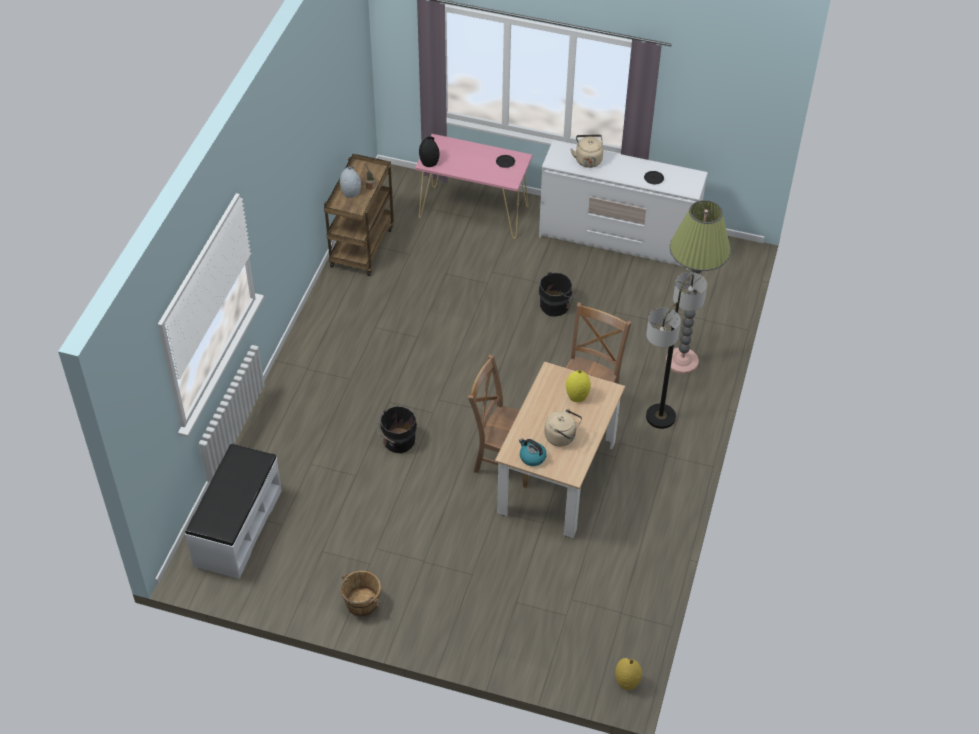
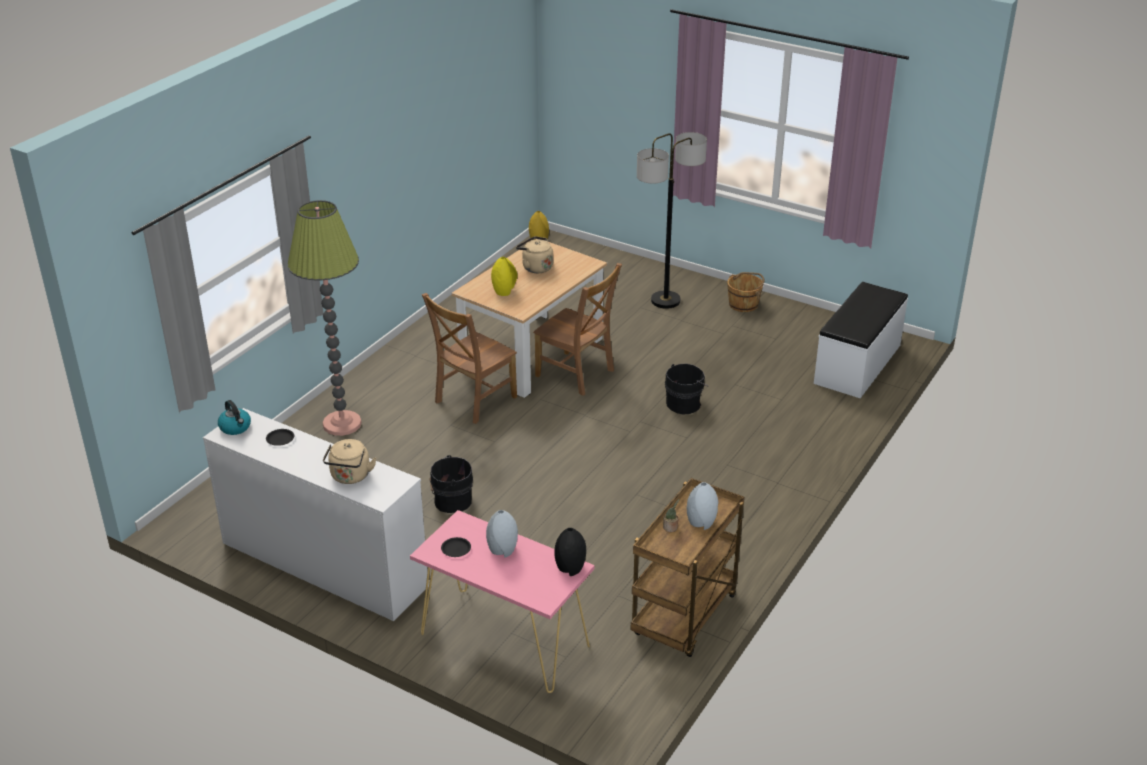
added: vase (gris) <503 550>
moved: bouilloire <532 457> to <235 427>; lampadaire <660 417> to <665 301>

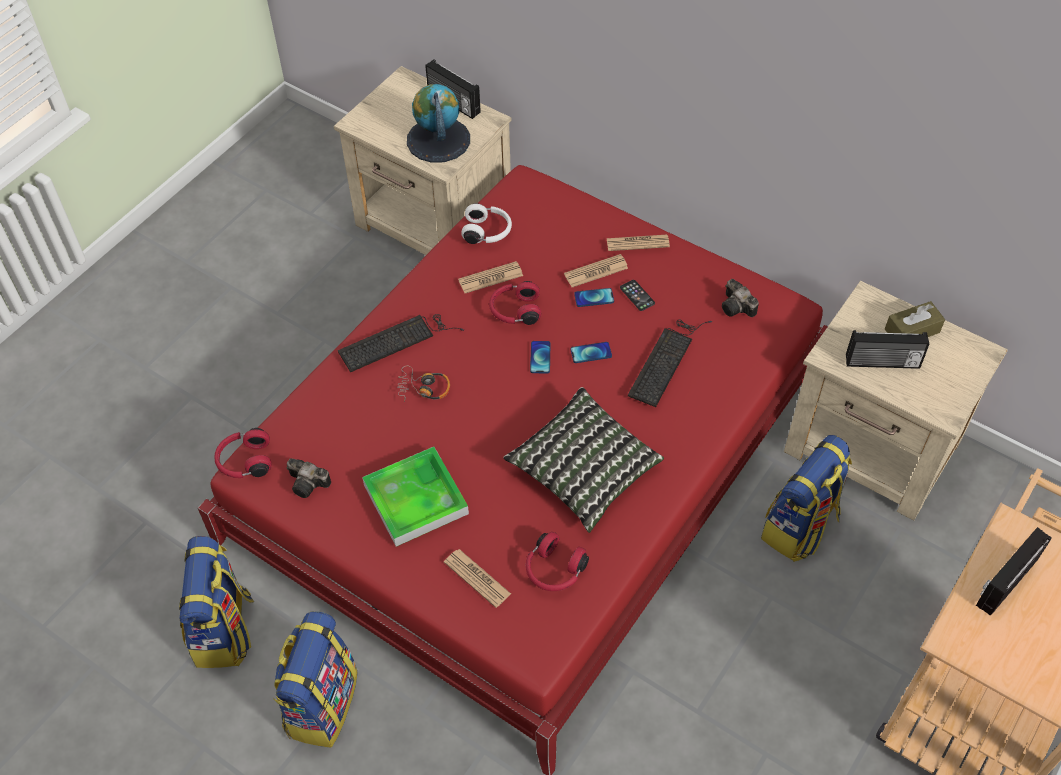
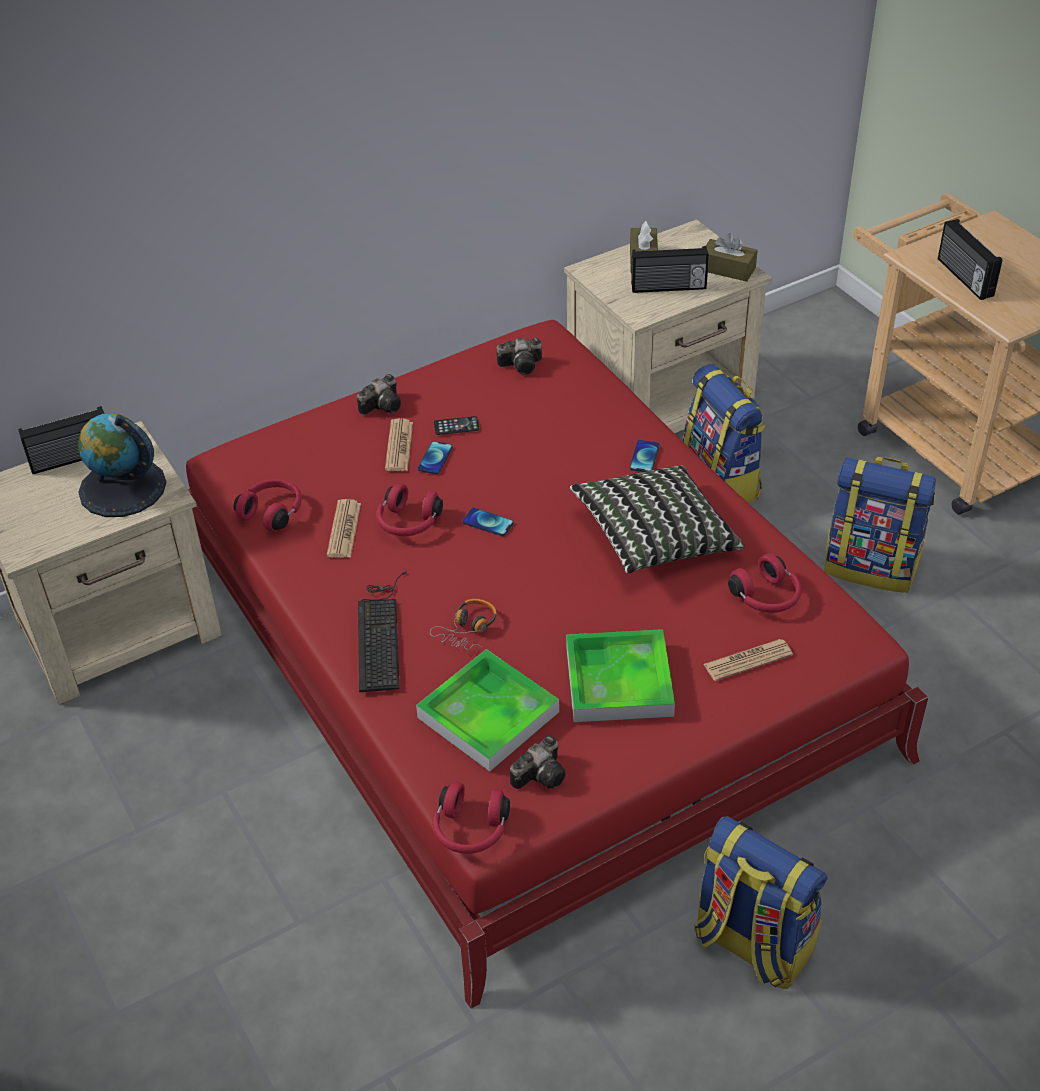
removed: clavier <666 359>
added: plateau <488 715>; boîte à mouchoirs (marron) <727 269>
moved: téléphone <591 353> to <644 457>; sac à dos <224 630> to <871 566>
replaced: journal <637 243> to appareil photo <383 405>
recoloured: casque audio (blanc) <487 232> to casque audio (rouge) <273 512>
turned: radio <882 363> = <668 287> 60 degrees clockwise

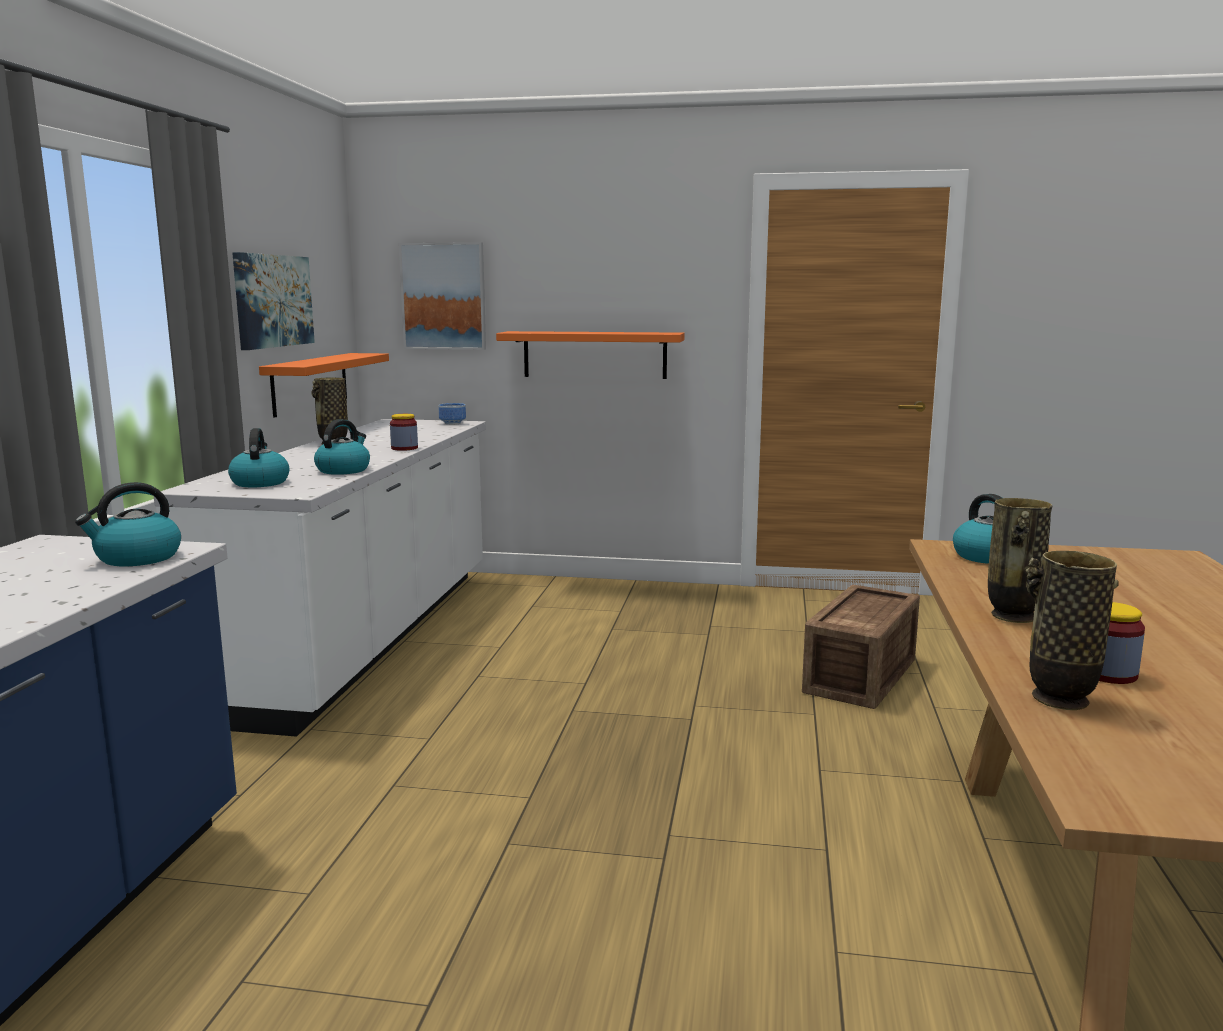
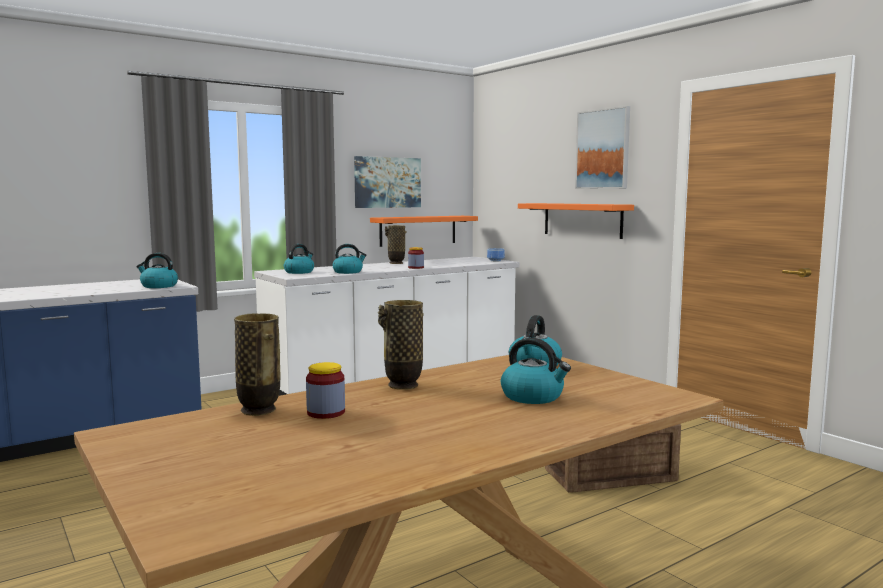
added: bouilloire <533 397>
moved: tableau <444 296> to <603 149>

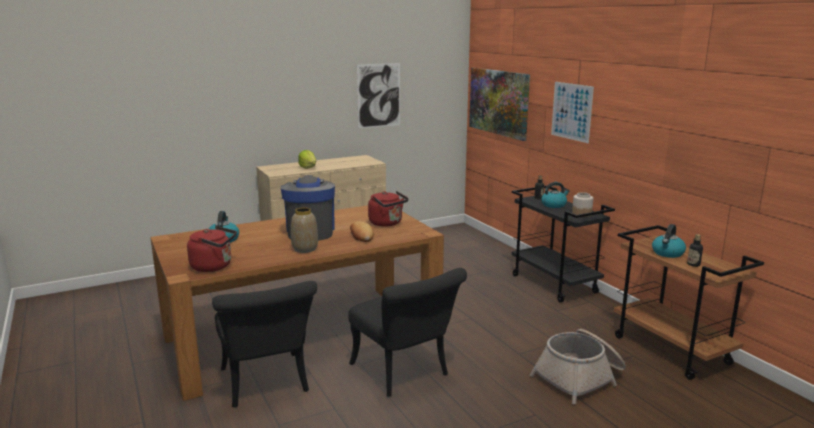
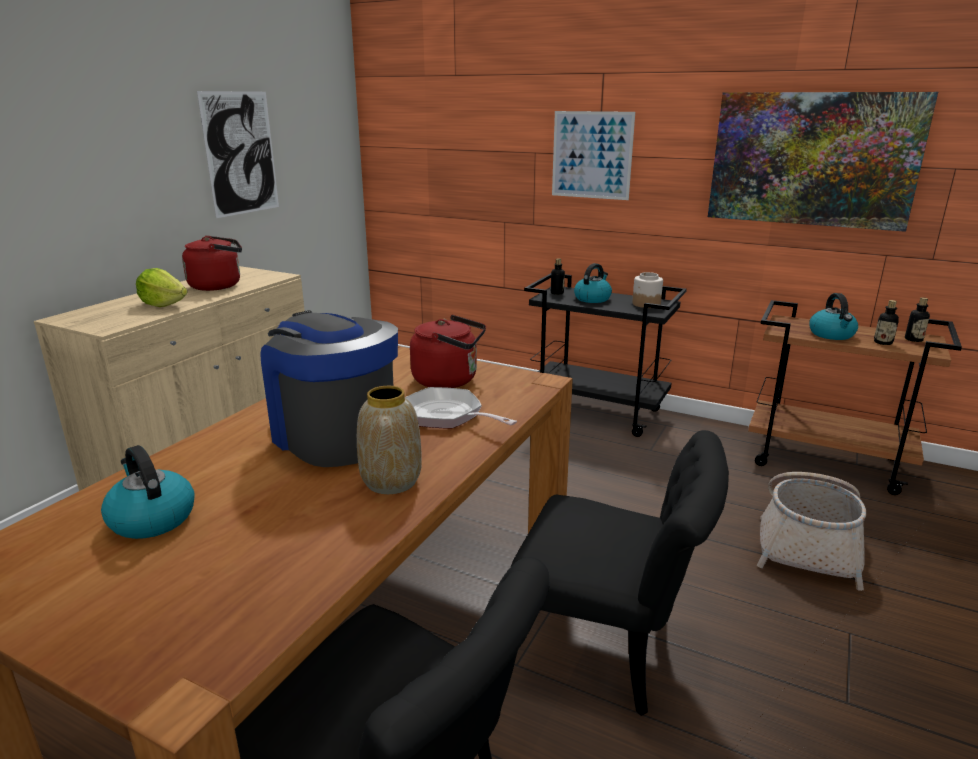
added: bouteille <913 339>
moved: bouilloire (rouge) <214 266> to <219 286>; tableau <498 102> to <812 159>
replaced: pain <361 235> to poêle <447 416>

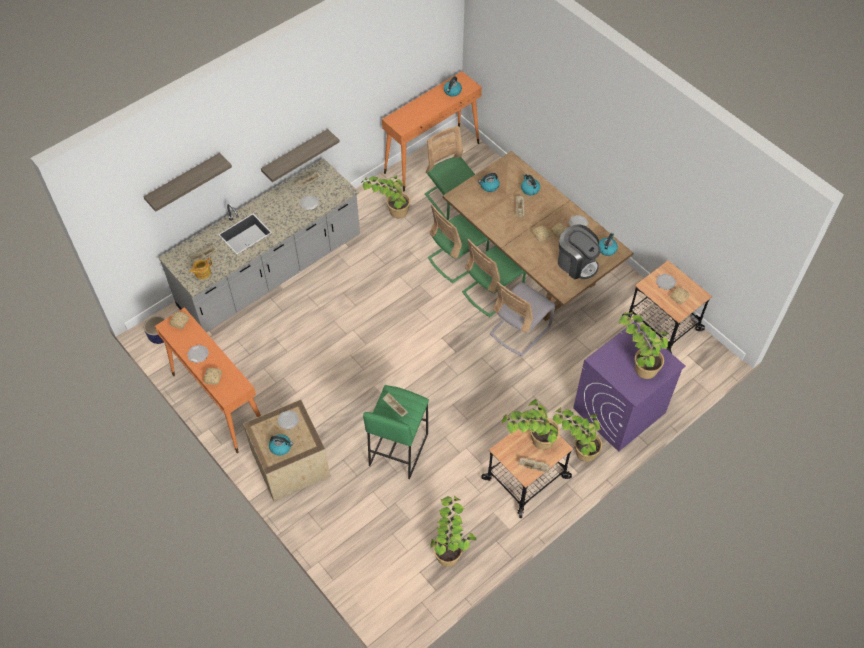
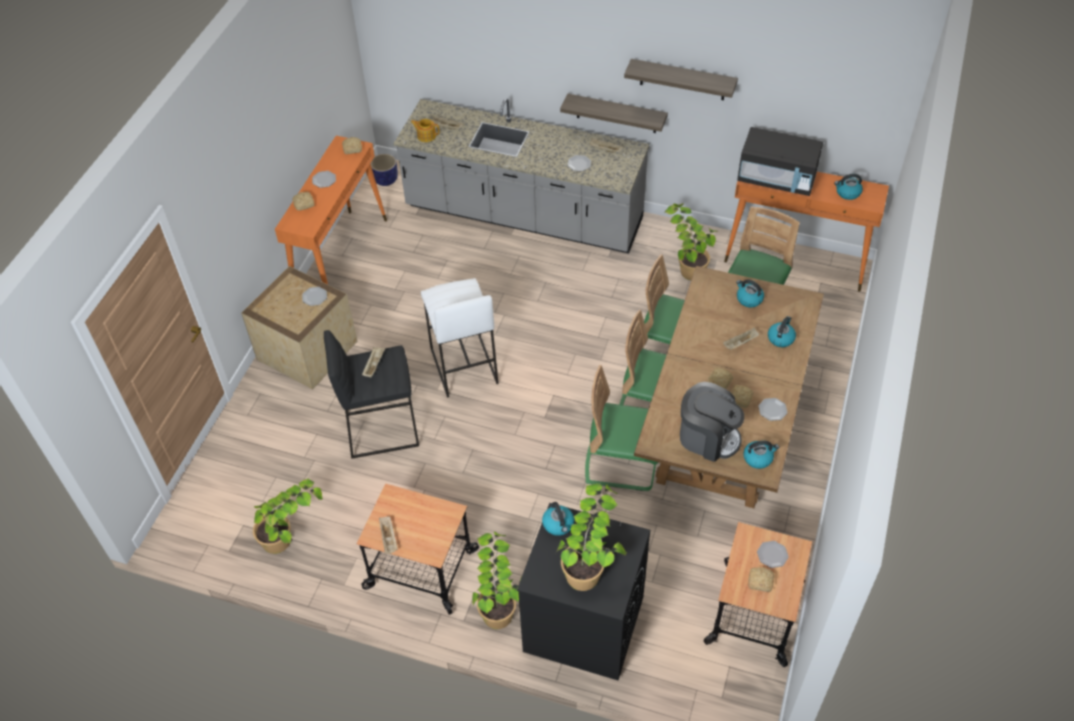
removed: plante en pot <531 440>
added: tabouret (blanc) <463 366>; micro-ondes (noir) <776 179>
moved: bouilloire <281 447> to <558 524>; étagère <184 182> to <682 80>
recoloured: tabouret (vert) <398 449> to tabouret (noir) <382 429>; lave-linge (violet) <619 411> to lave-linge (noir) <582 624>; chaise (gris) <520 330> to chaise (vert) <622 463>
turned: machine à café <576 263> = <708 437> 75 degrees counterclockwise

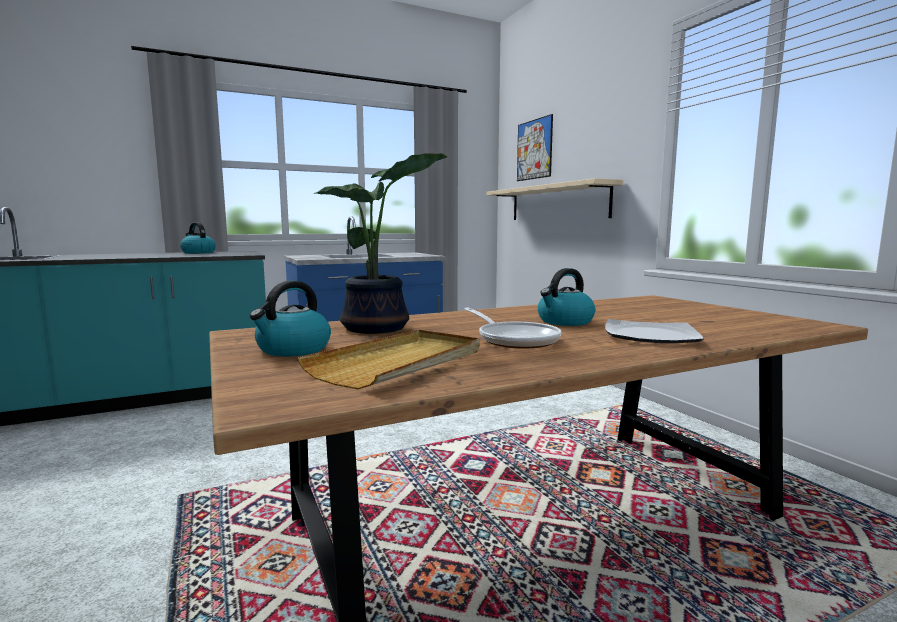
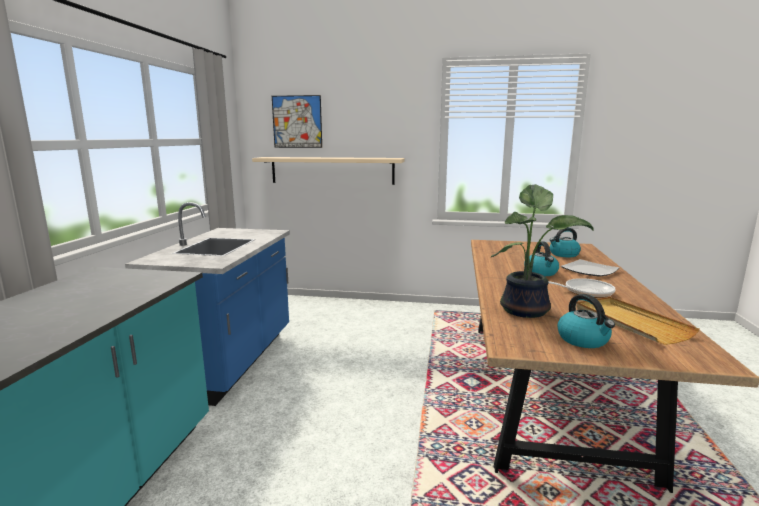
moved: bouilloire <198 253> to <563 254>

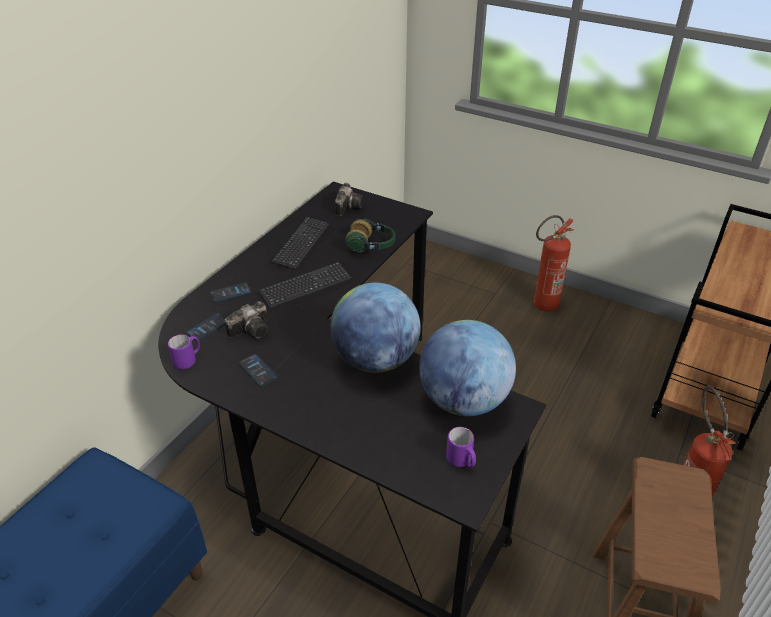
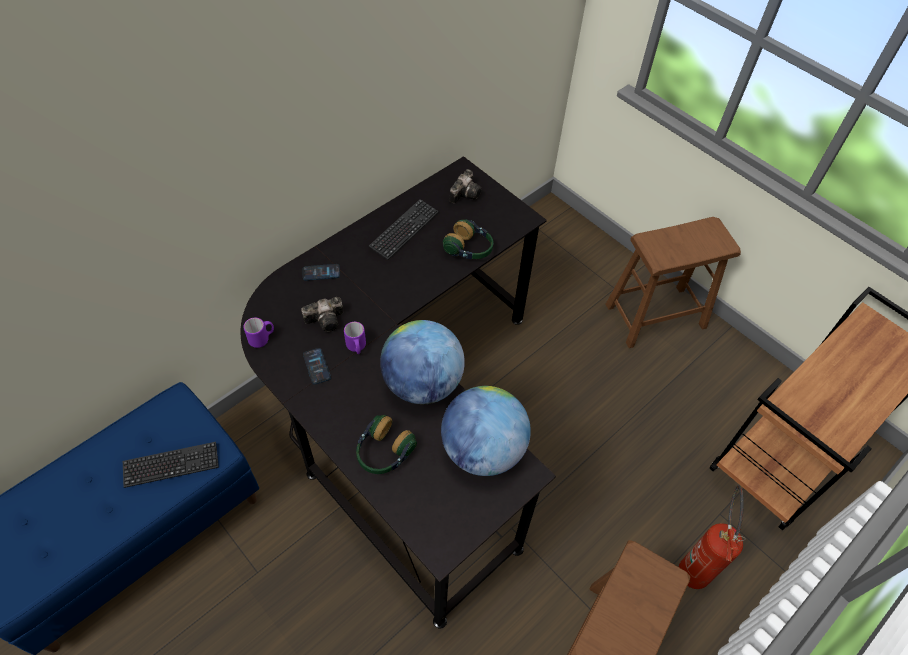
removed: téléphone <208 327>
added: casque audio <383 453>
moved: clavier <305 286> to <171 465>; mug (violet) <461 461> to <356 347>
replaced: extincteur <541 306> to tabouret (marron) <655 316>

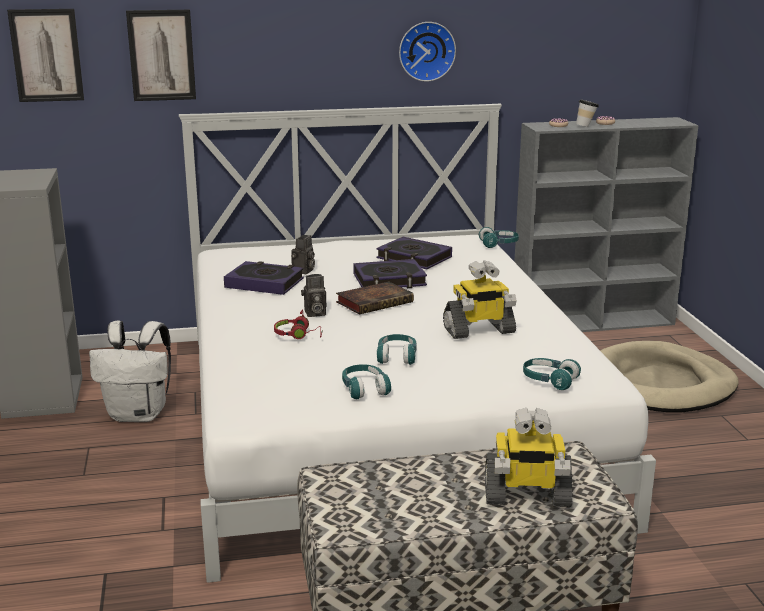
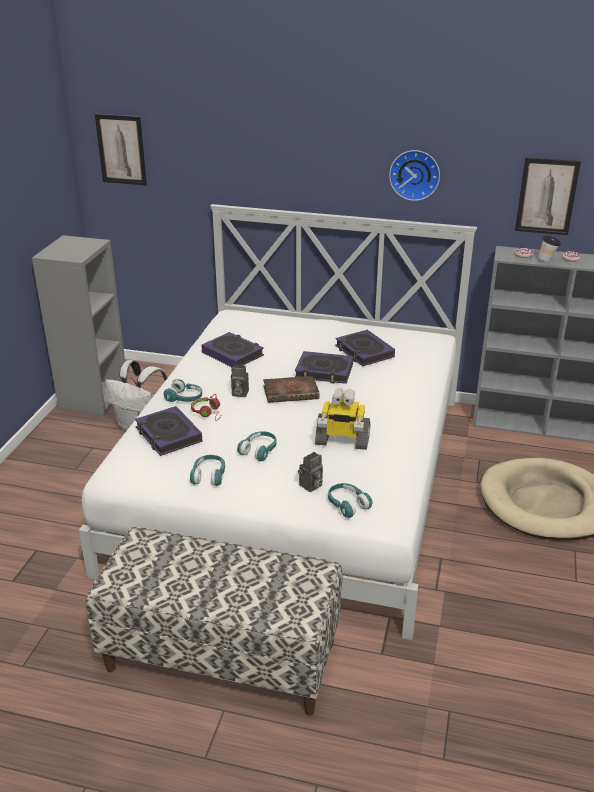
removed: robot jouet <526 495>
added: livre <168 435>
moved: casque audio (turquoise) <499 244> to <184 398>; appareil photo <303 271> to <310 486>; tableau <161 55> to <546 196>

